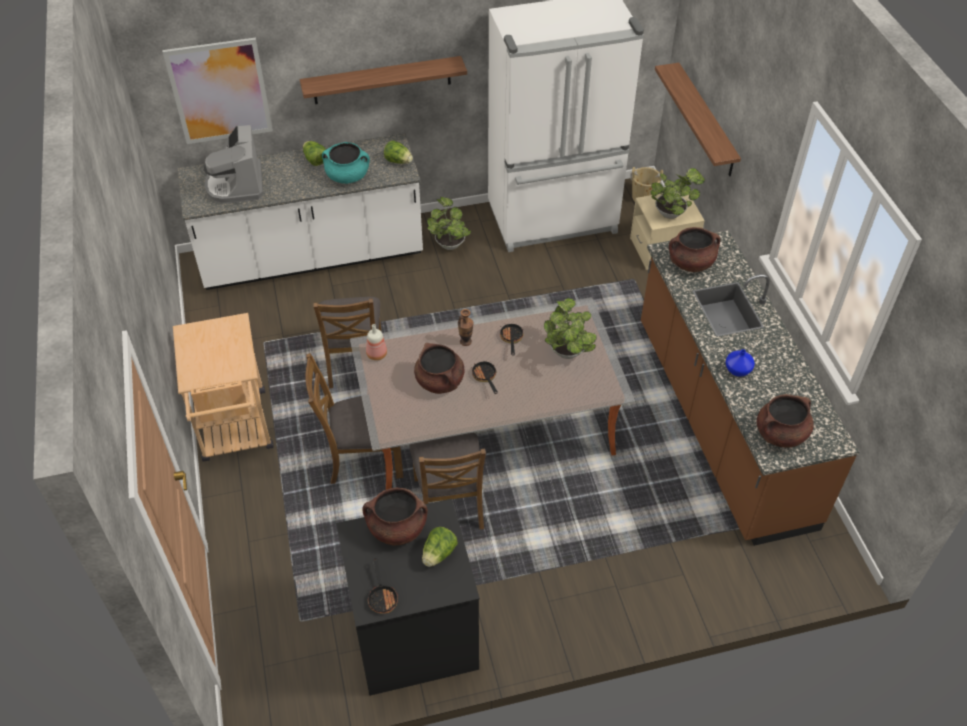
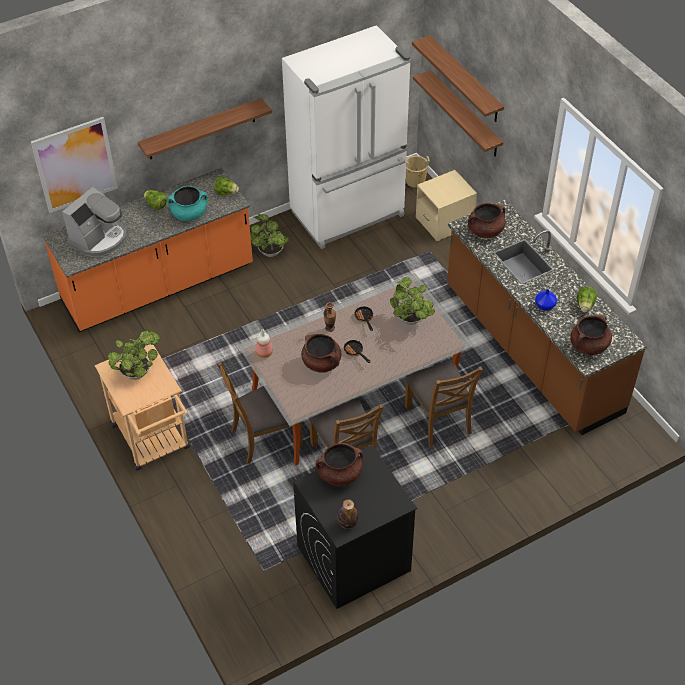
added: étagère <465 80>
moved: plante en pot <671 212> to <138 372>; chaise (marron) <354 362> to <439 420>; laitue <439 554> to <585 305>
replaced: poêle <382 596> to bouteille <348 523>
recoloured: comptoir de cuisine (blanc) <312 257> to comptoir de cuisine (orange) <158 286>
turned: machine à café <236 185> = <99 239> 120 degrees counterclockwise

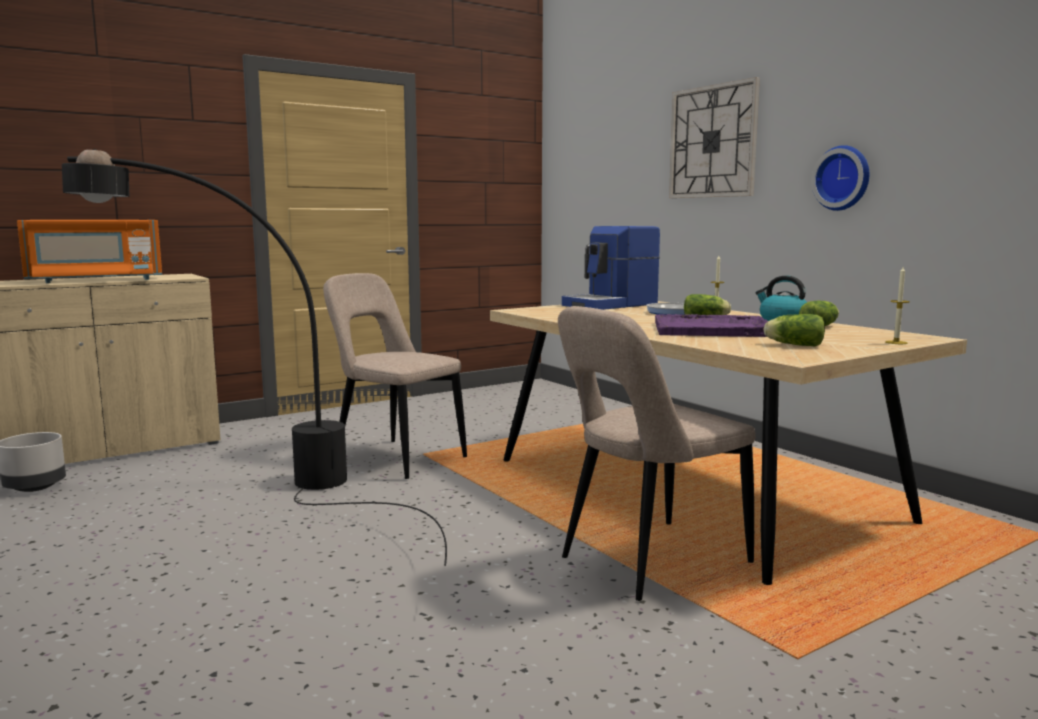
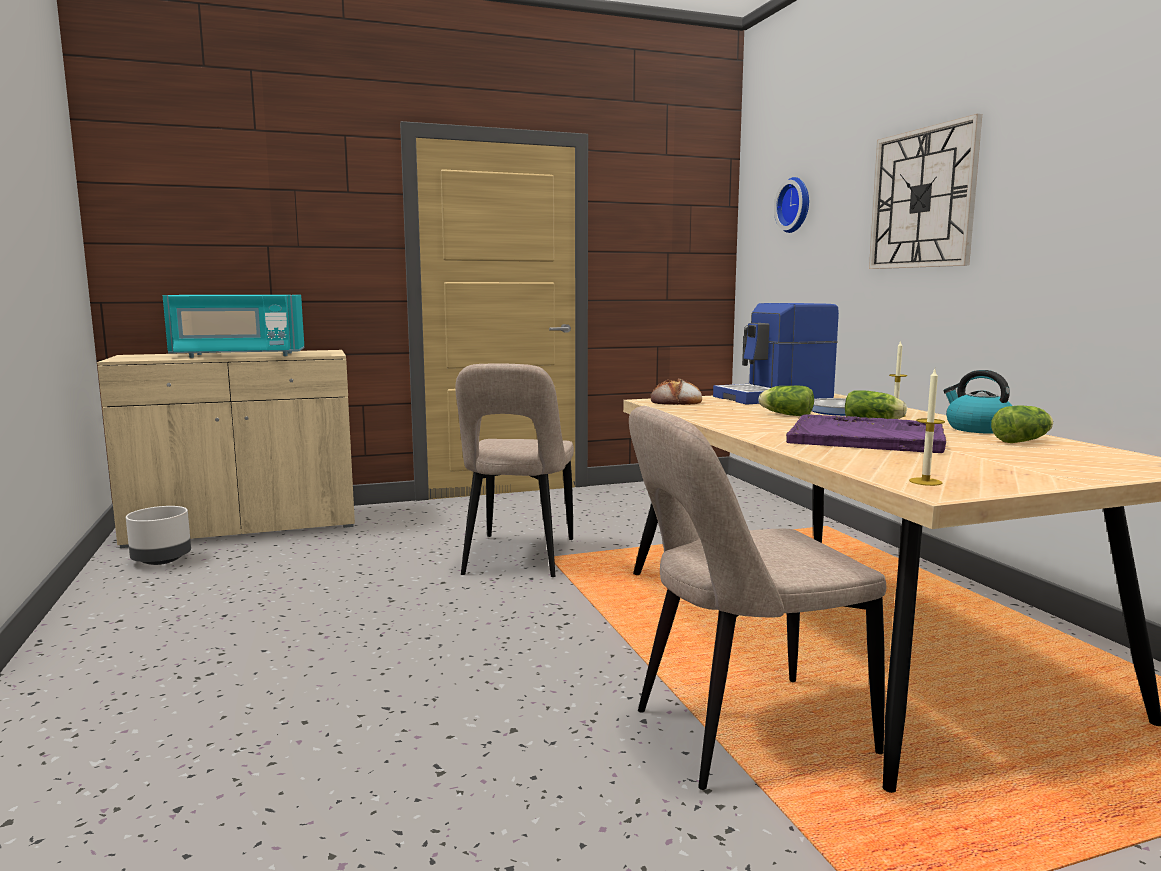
removed: lampadaire (noir) <250 493>
added: pain <677 402>
moved: laitue <792 345> to <784 414>; horloge murale <843 178> to <796 205>; bougie <896 342> to <925 482>
recoloured: micro-ondes (orange) <95 280> to micro-ondes (turquoise) <238 355>
turned: chaise (beige) <395 457> = <517 559> 135 degrees counterclockwise

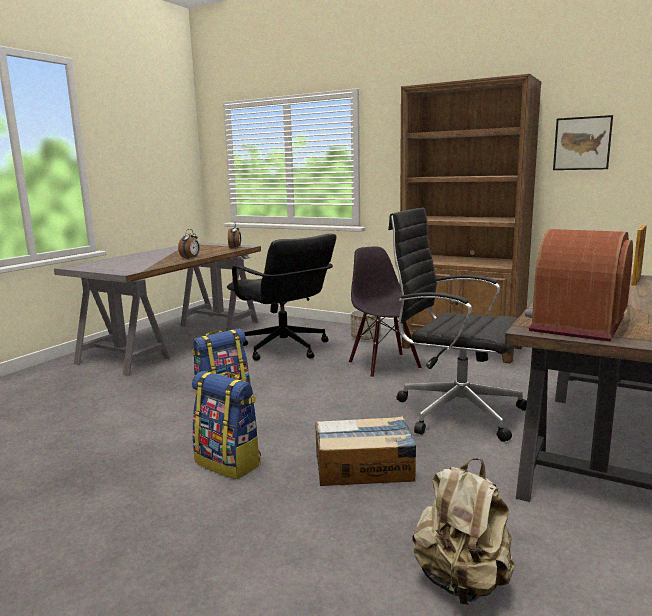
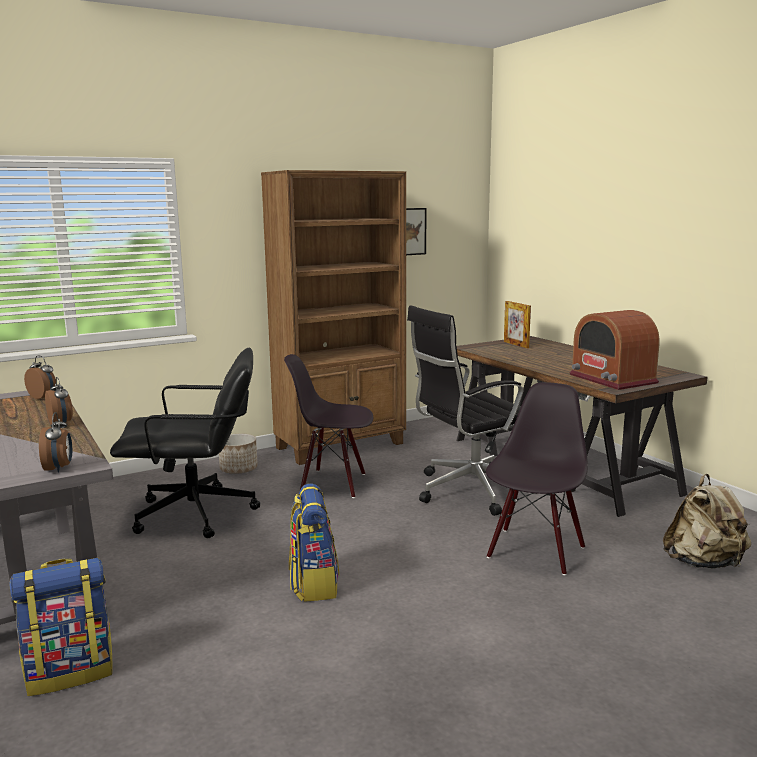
added: réveil <59 468>
moved: sac à dos <229 463> to <71 672>
replaced: carton <364 467> to chaise (noir) <534 551>

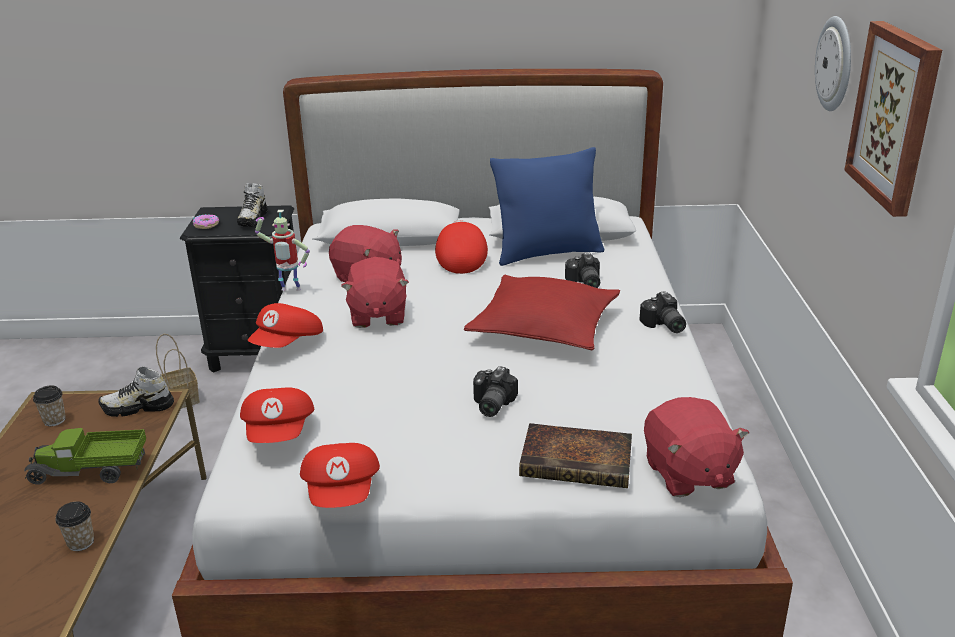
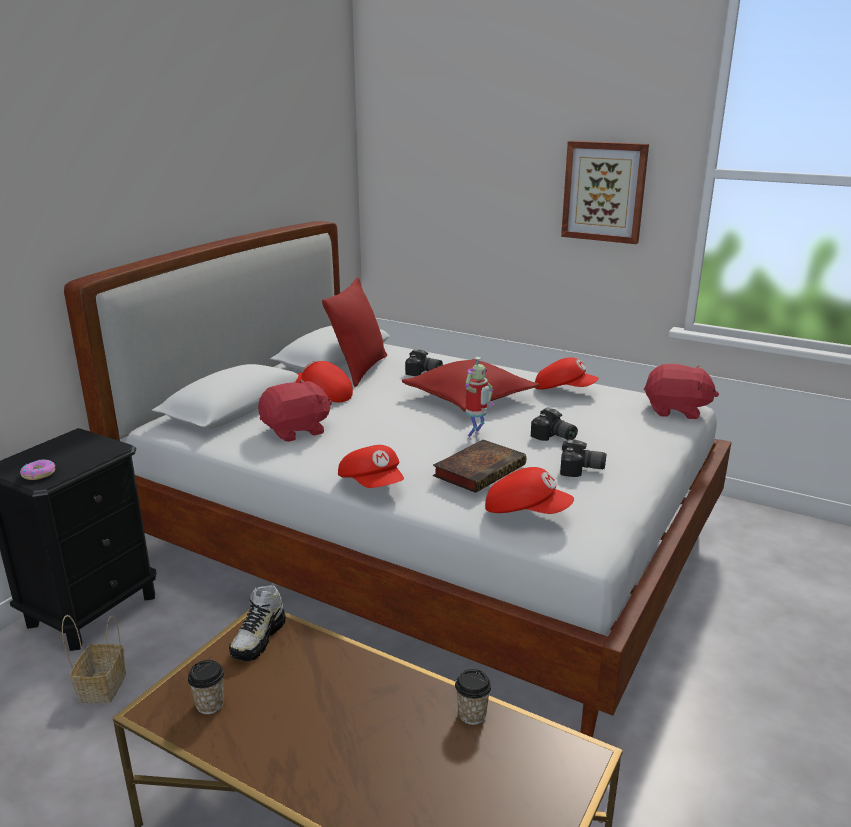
removed: camion jouet <90 471>; chaussure <253 219>; peluche (rouge) <377 315>; horloge murale <835 64>
moved: livre <579 461> to <480 470>; robot jouet <289 291> to <475 437>; casquette (rouge) <343 492> to <564 390>; appareil photo <663 326> to <582 470>
recoloured: coussin (bleu) <548 253> to coussin (rouge) <359 369>

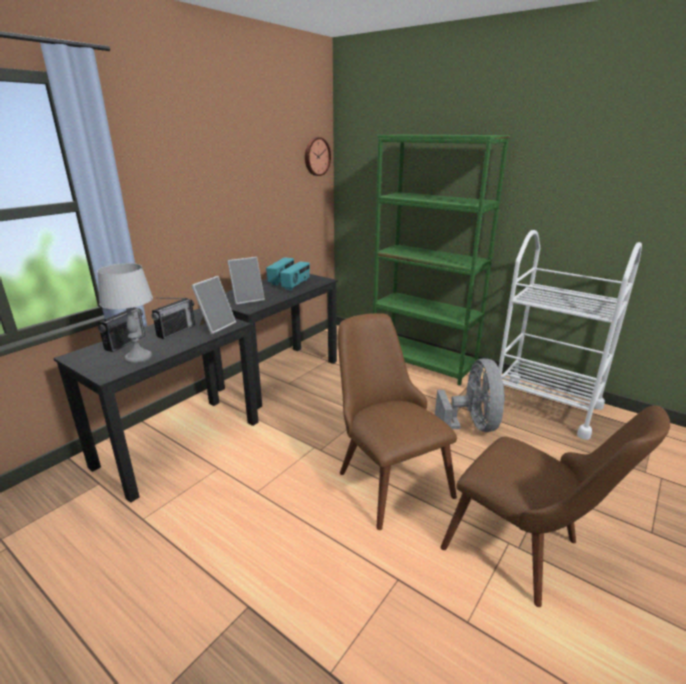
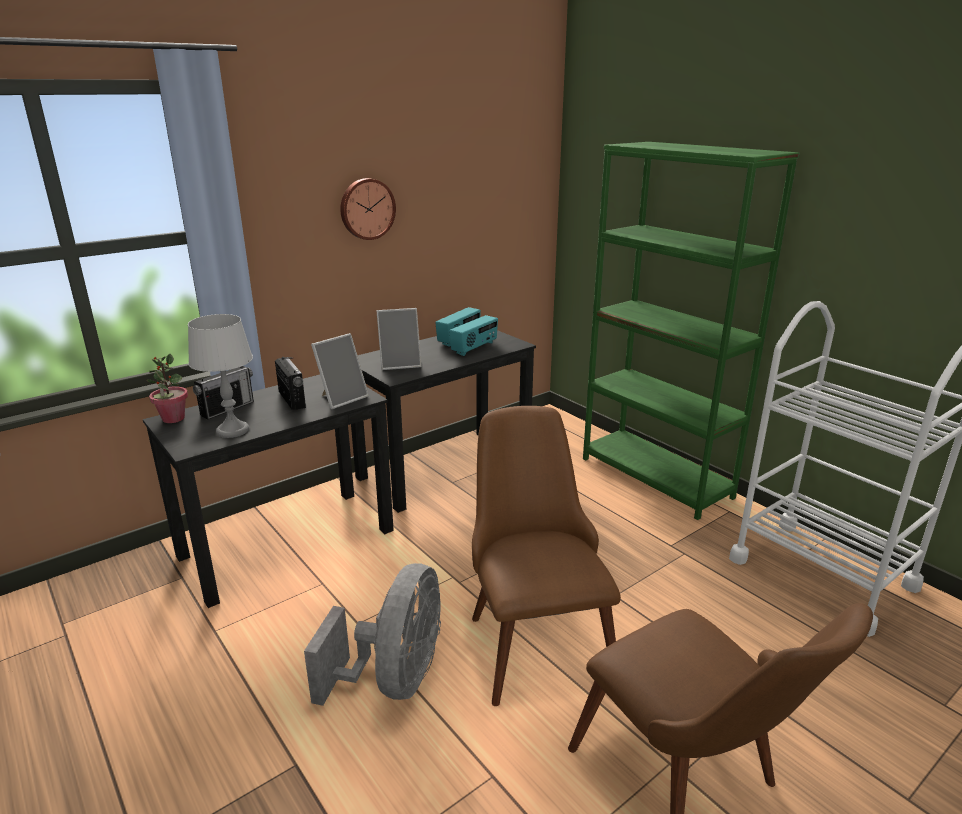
added: plante en pot <173 418>
moved: ventilateur (gris) <471 426> to <394 678>; horloge murale <316 156> to <366 209>
turned: radio <176 331> = <292 400> 75 degrees counterclockwise

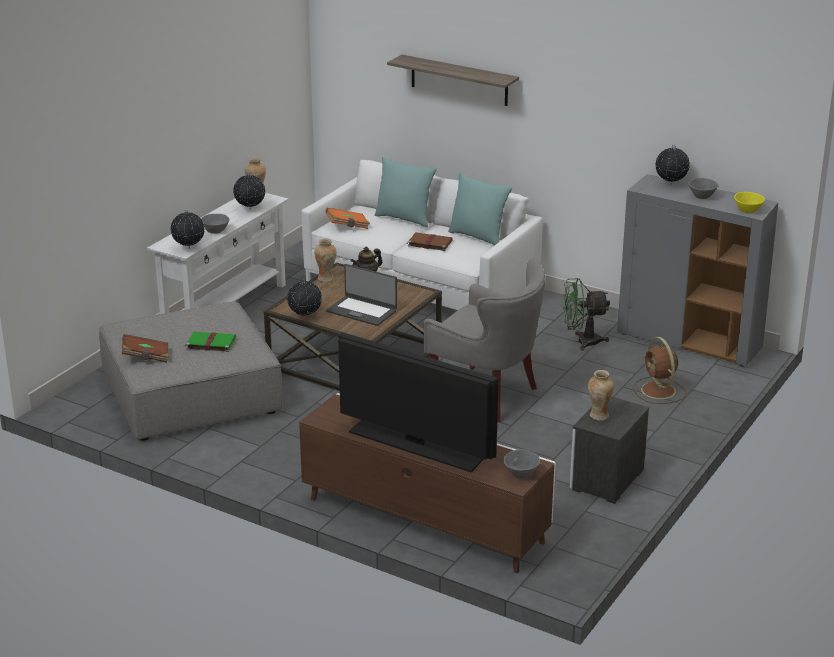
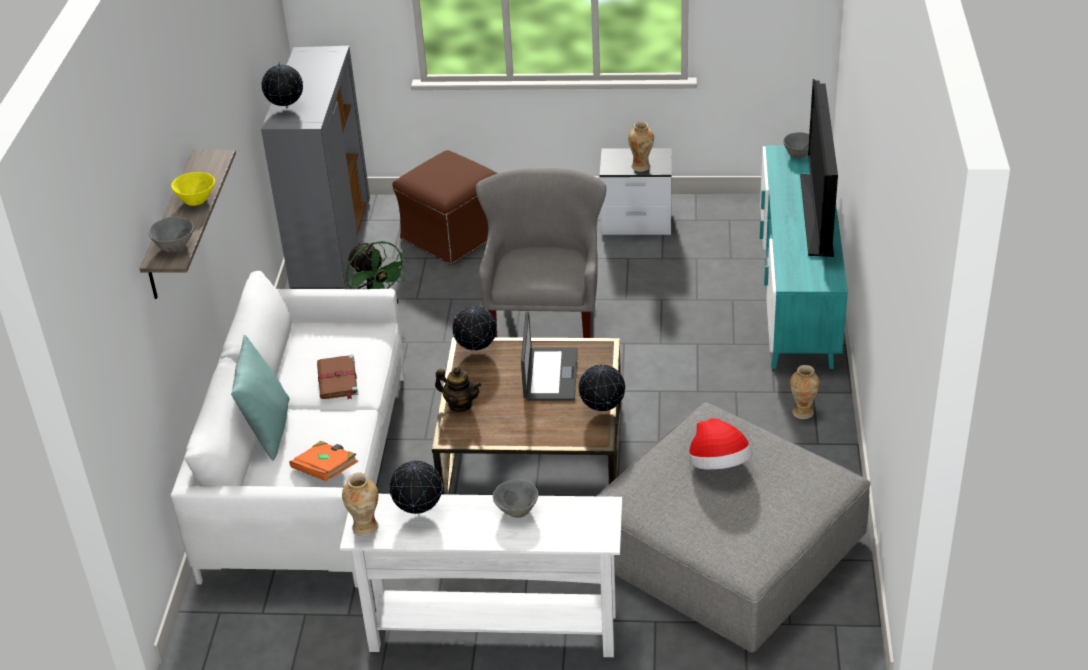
removed: livre (marron) <146 357>; coussin (turquoise) <478 236>
moved: bol (gris) <701 196> to <175 246>; bol (jaune) <747 211> to <197 200>; globe <188 248> to <476 350>; vase <326 278> to <802 412>
replaced: ventilateur (marron) <659 391> to pouf (marron) <452 236>; livre (vert) <210 343> to chapeau <719 466>
recoloured: meuble télé (marron) <425 521> to meuble télé (turquoise) <796 293>

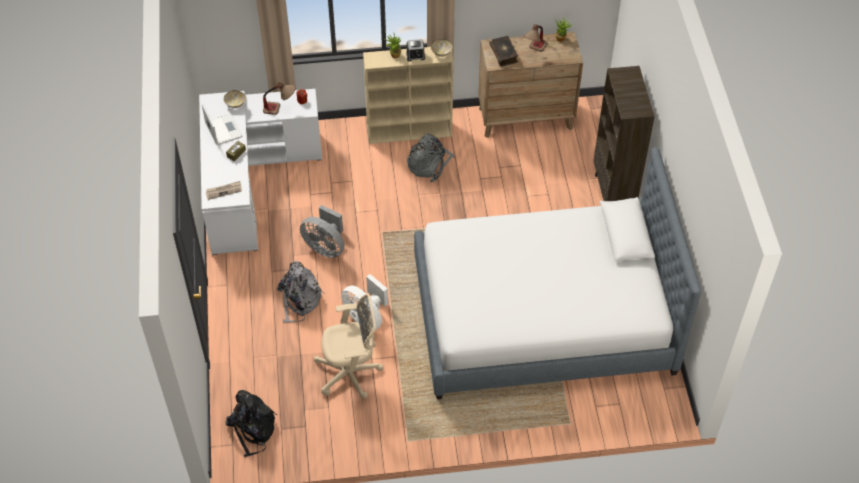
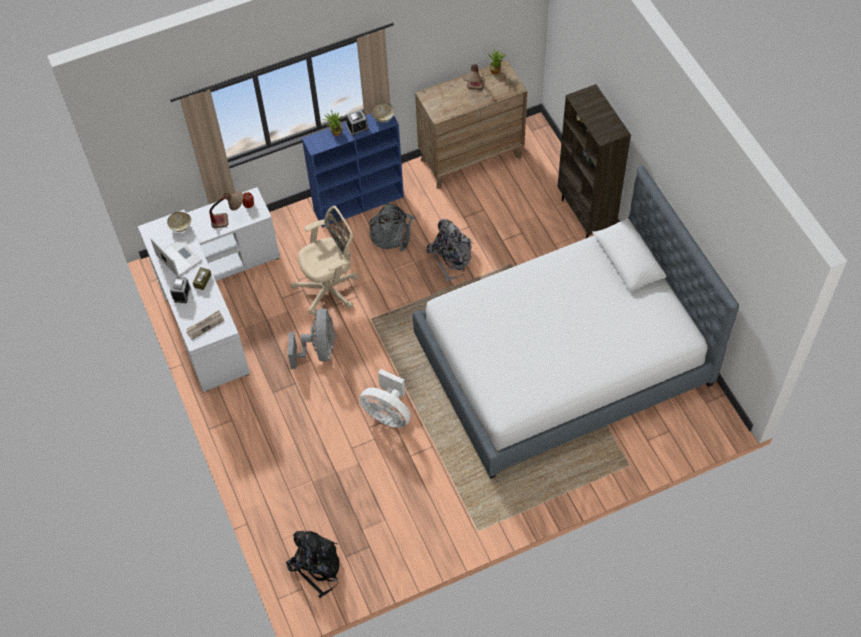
removed: livre <504 54>
added: réveil <181 294>
moved: chaise de bureau (beige) <351 373> to <330 289>; sac à dos (gris) <299 300> to <451 257>
recoloured: bibliothèque (beige) <410 131> to bibliothèque (bleu) <359 203>
turned: ventilateur (gris) <325 247> = <318 350> 105 degrees counterclockwise

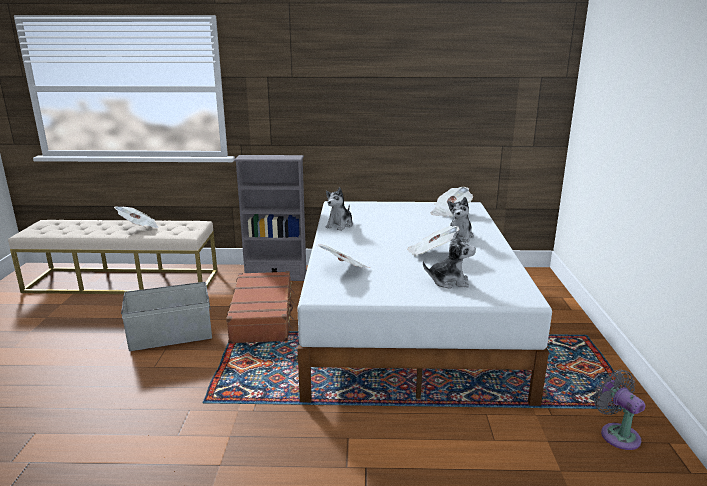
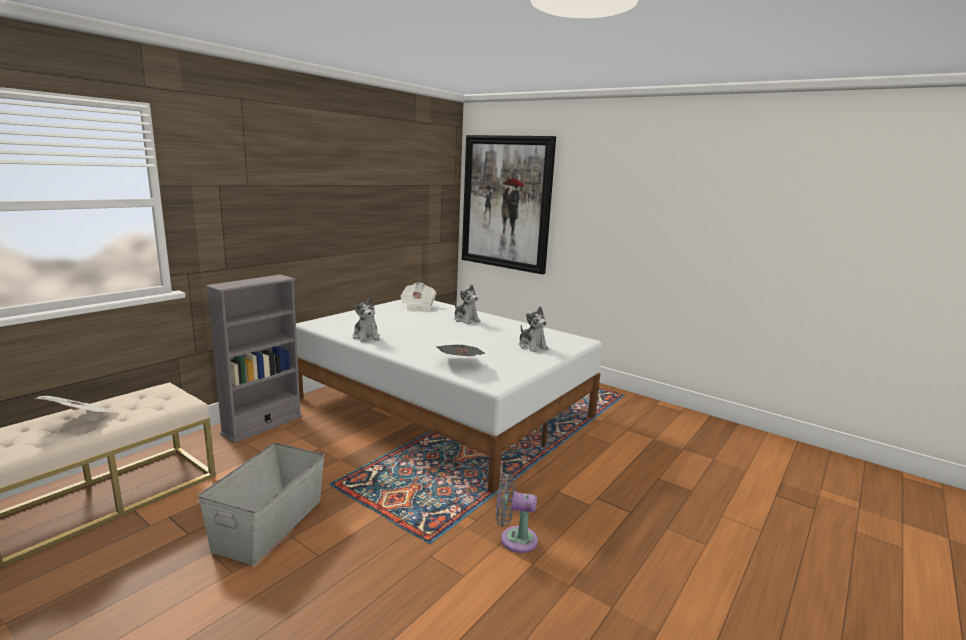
removed: valise (marron) <263 316>; journal <431 253>
added: tableau <506 203>
moved: ventilateur (gris) <617 434> to <514 539>
turned: peluche <449 281> = <532 346> 105 degrees clockwise

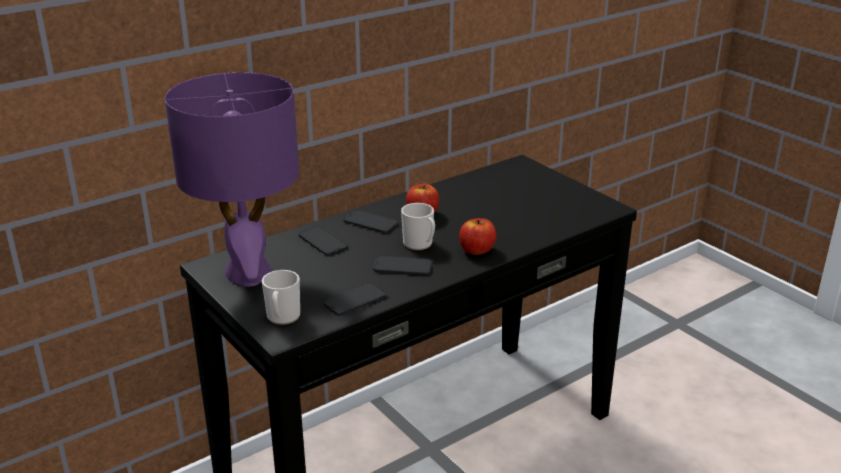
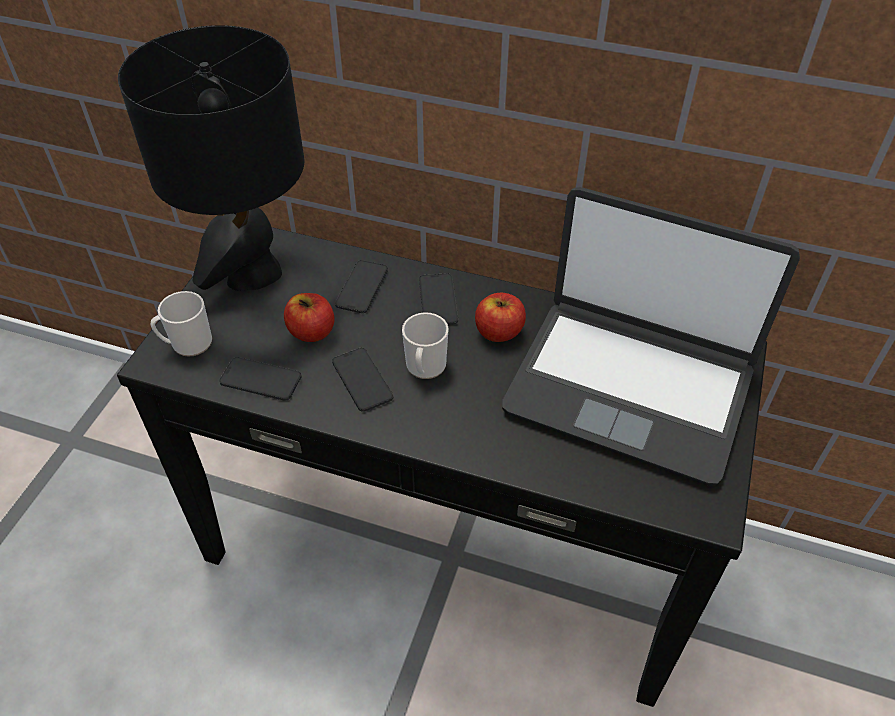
added: ordinateur portable <629 387>
moved: pomme <476 250> to <312 332>
recoloured: lampe de table (violet) <248 274> to lampe de table (noir) <252 273>

